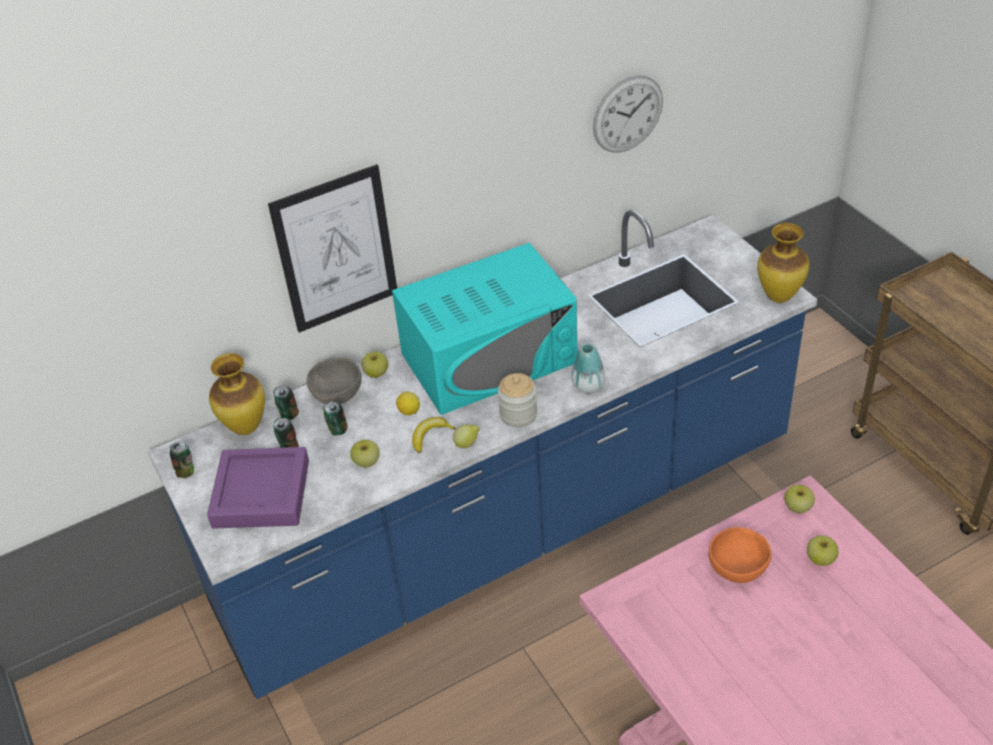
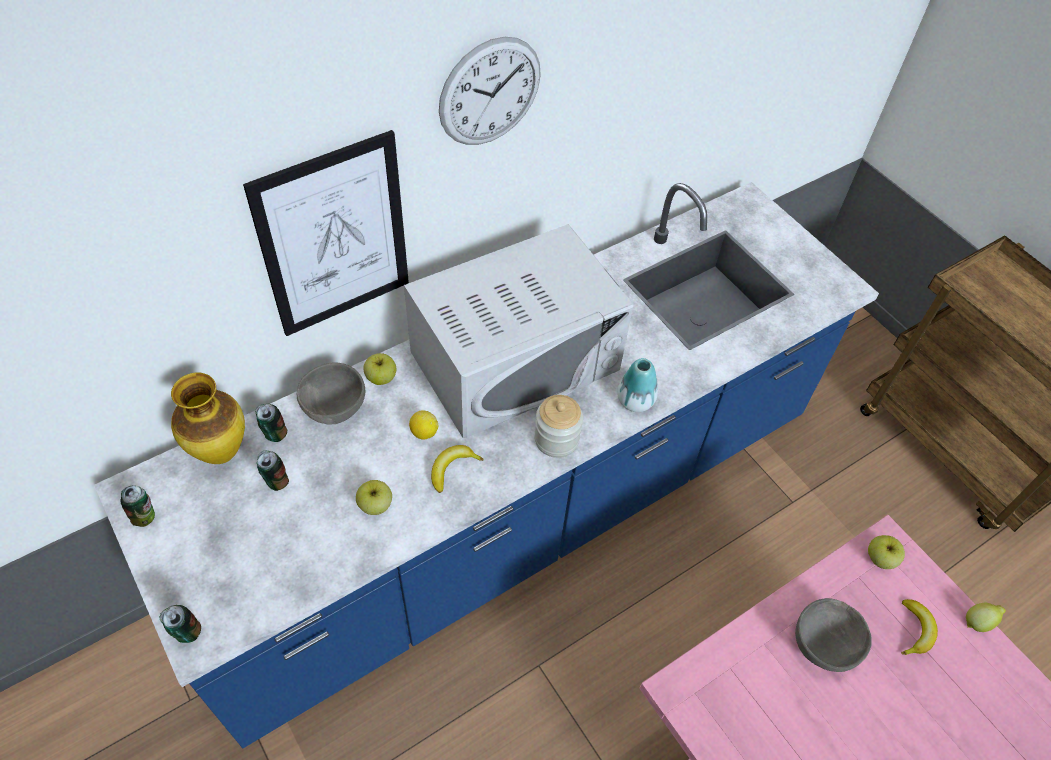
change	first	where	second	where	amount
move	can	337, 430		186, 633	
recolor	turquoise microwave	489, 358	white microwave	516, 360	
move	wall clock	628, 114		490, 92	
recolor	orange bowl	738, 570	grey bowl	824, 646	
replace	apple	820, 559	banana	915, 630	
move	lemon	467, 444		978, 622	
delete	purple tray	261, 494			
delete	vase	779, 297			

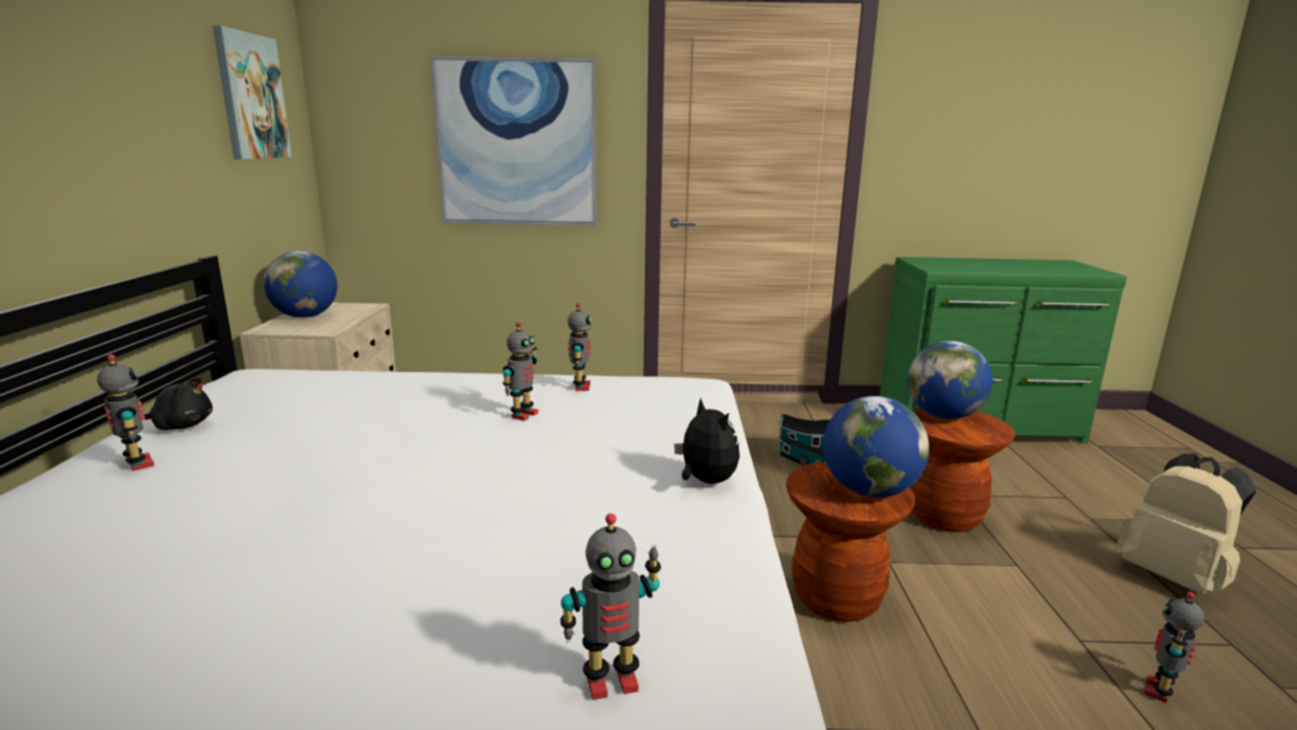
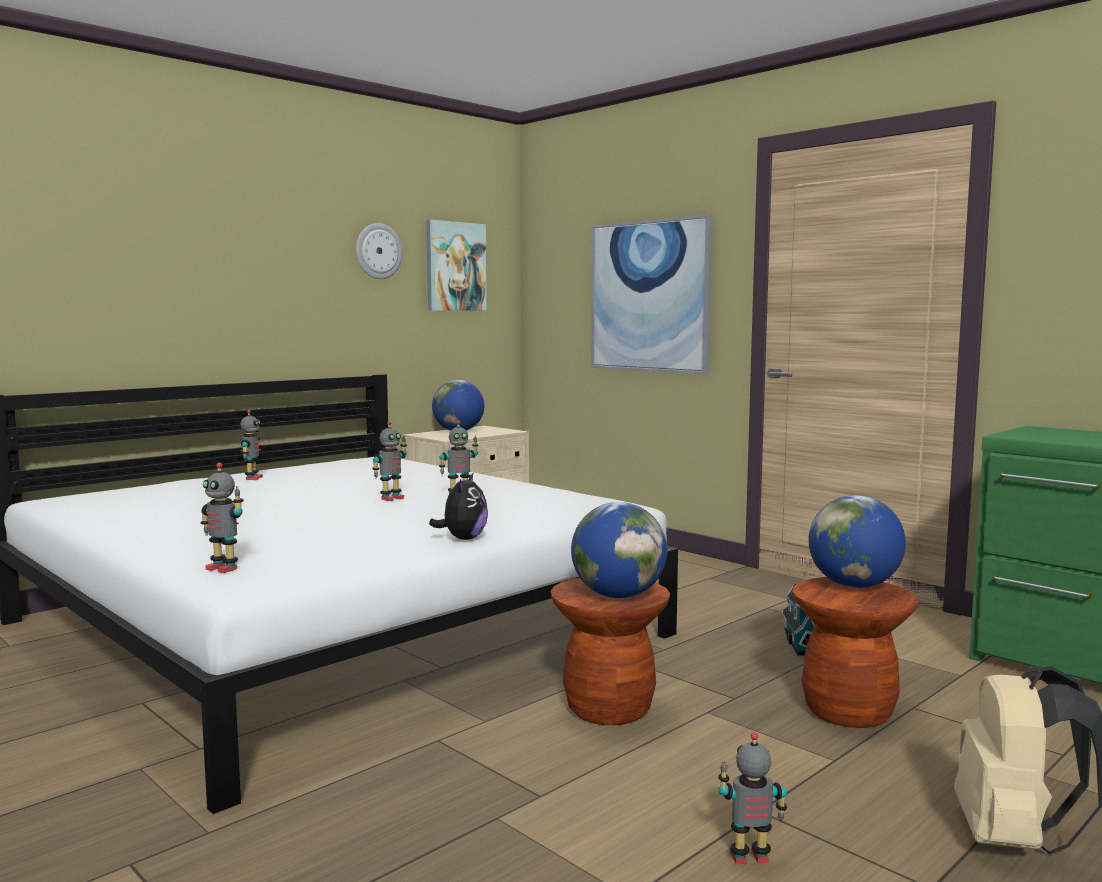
change	first	where	second	where	amount
insert			wall clock	378, 251	
move	toy robot	580, 387		391, 498	
delete	black plush toy	181, 426			

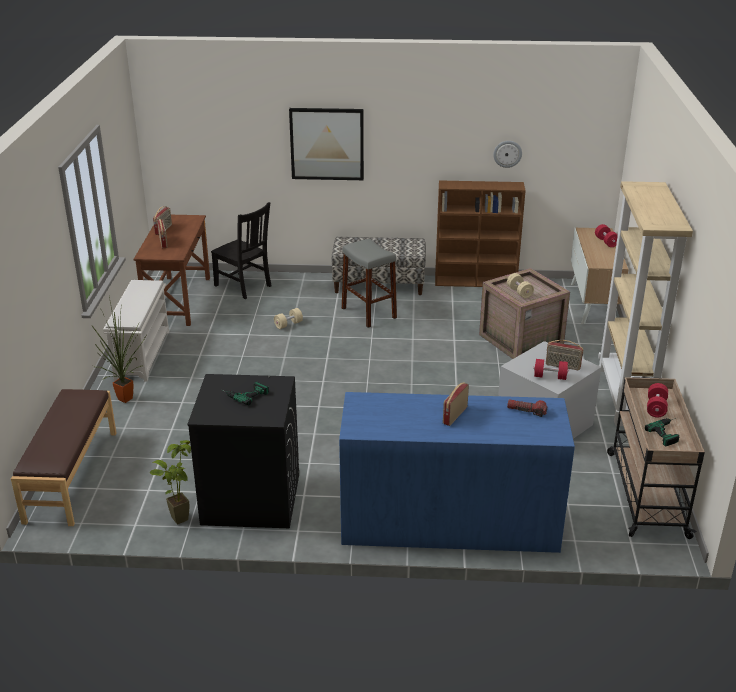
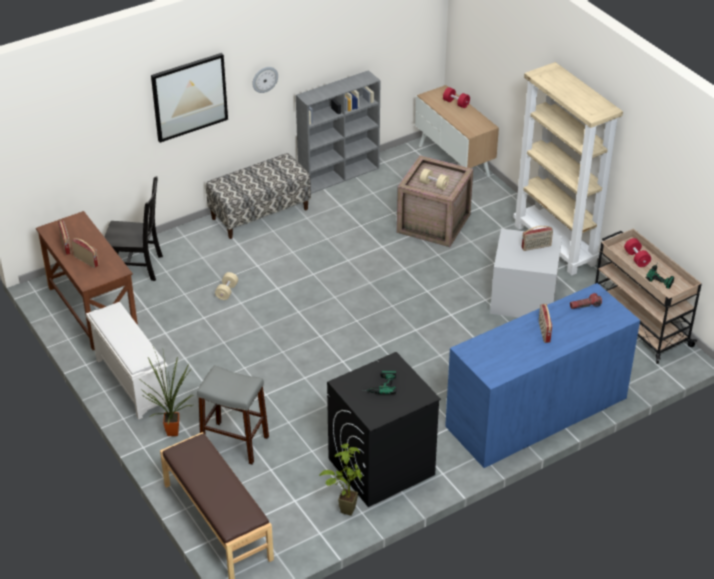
change	first	where	second	where	amount
move	grey stool	368, 313		234, 442	
move	wall clock	507, 153		264, 79	
recolor	brown bookcase	476, 281	grey bookcase	339, 175	
delete	red dumbbell	550, 376			

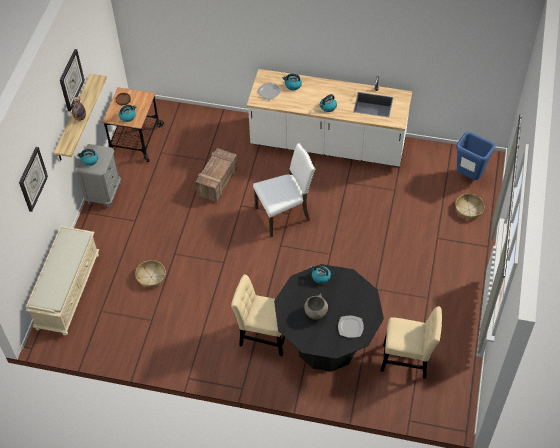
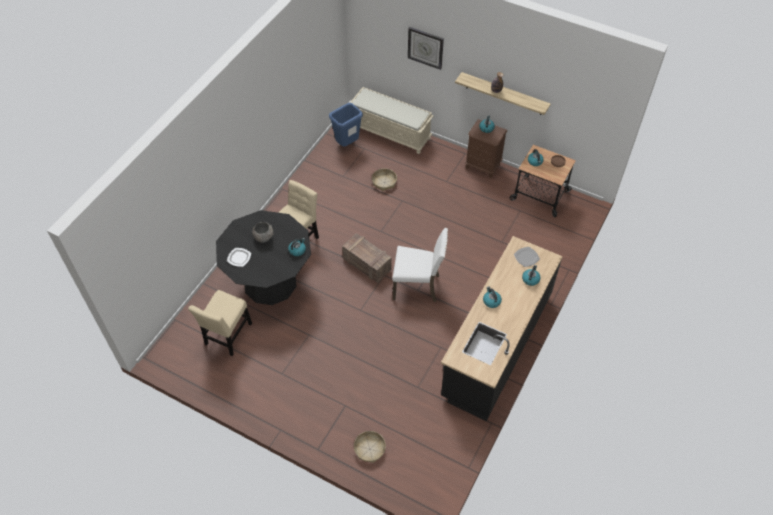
change	first	where	second	where	amount
move	blue trash can	468, 176		347, 144	
move	crate	217, 181		367, 264	
rotate	white chair	284, 214		417, 286	75 degrees counterclockwise
recolor	white counter	328, 144	black counter	496, 345	
recolor	grey nightstand	104, 193	brown nightstand	483, 166	
delete	wall clock	71, 80			

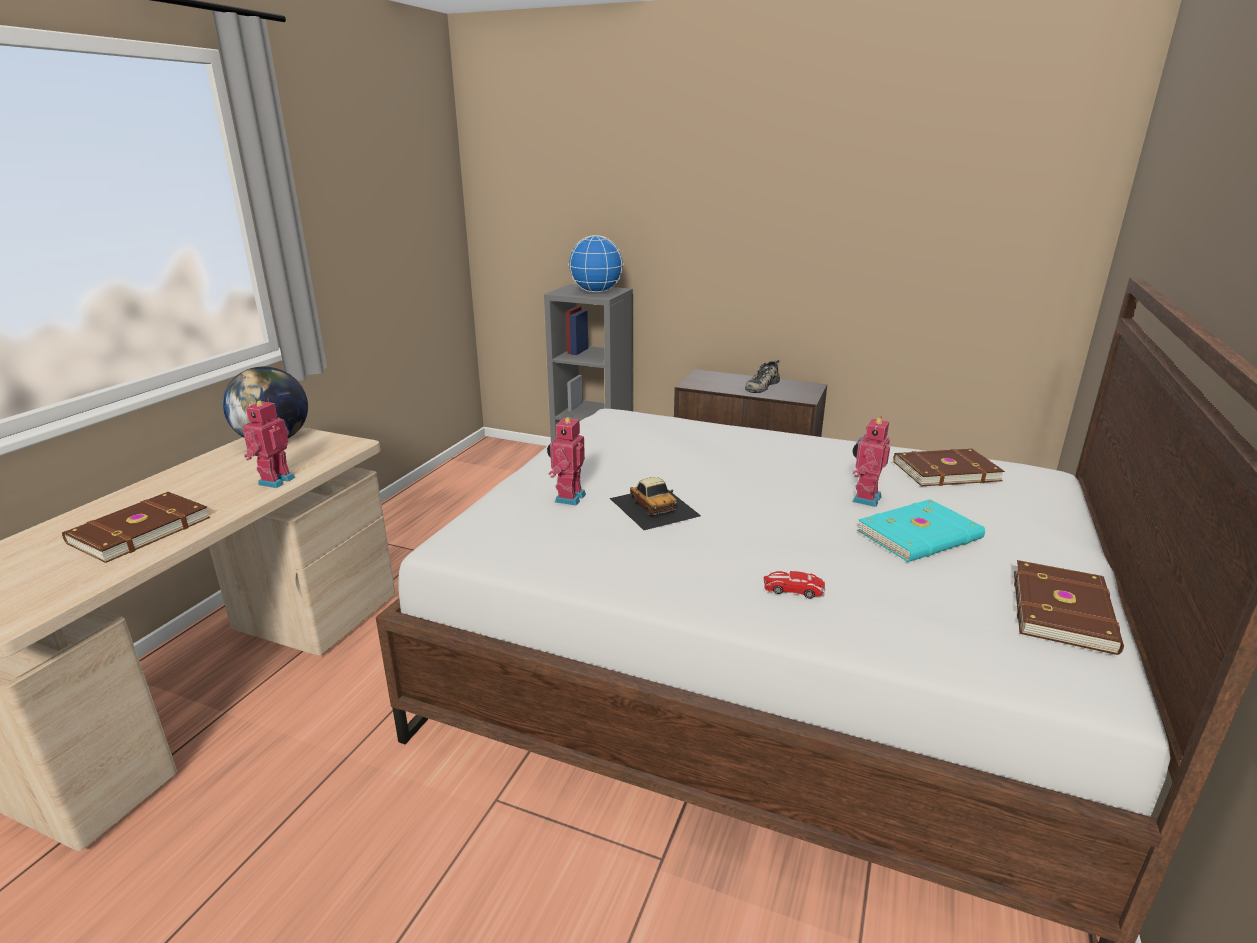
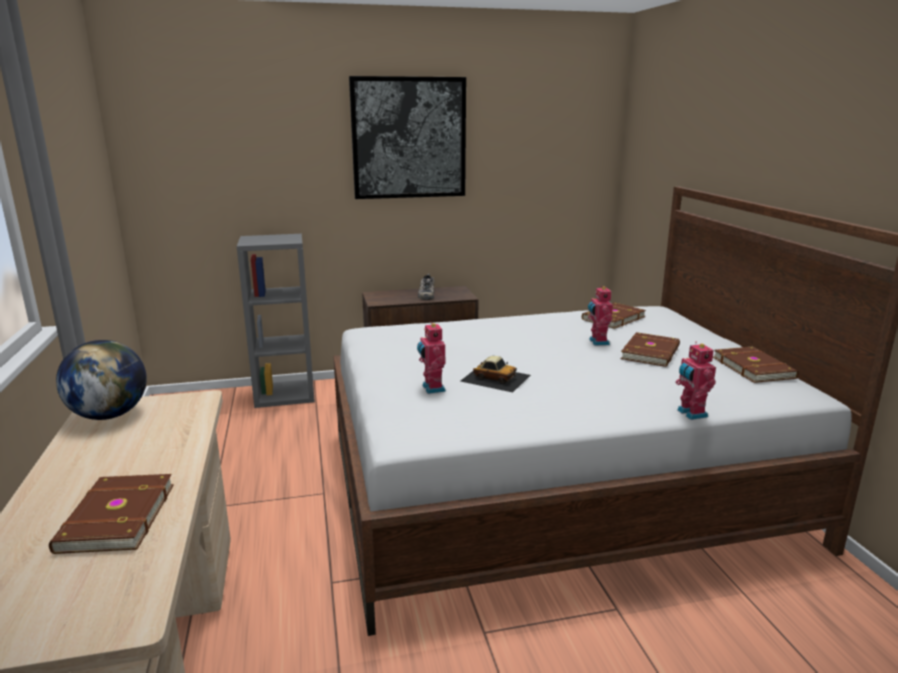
change	first	where	second	where	amount
insert			picture	409, 138	
recolor	turquoise book	921, 536	brown book	652, 353	
move	toy robot	274, 481		690, 413	
delete	globe	596, 292			
delete	toy car	793, 589			

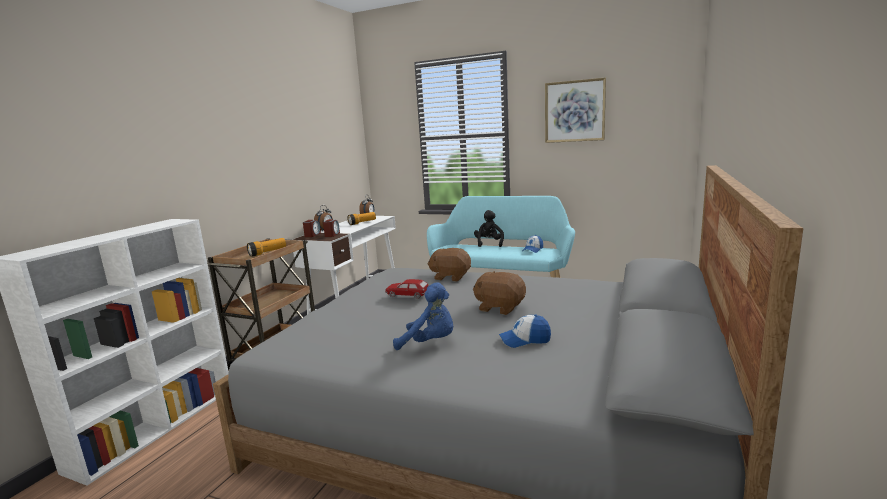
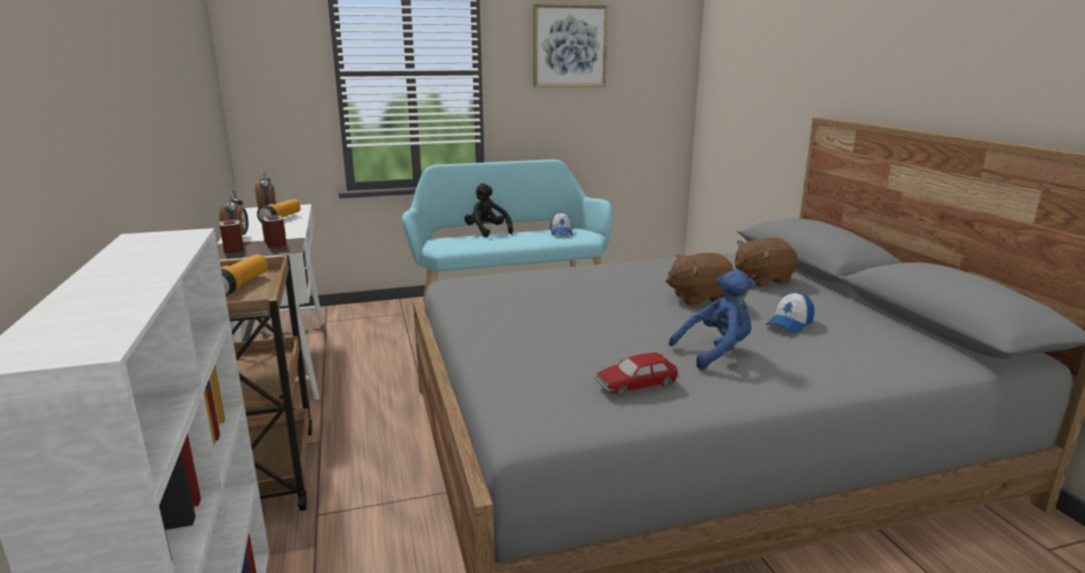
change	first	where	second	where	amount
move	toy car	407, 295		636, 385	
move	brown plush toy	450, 277		761, 280	

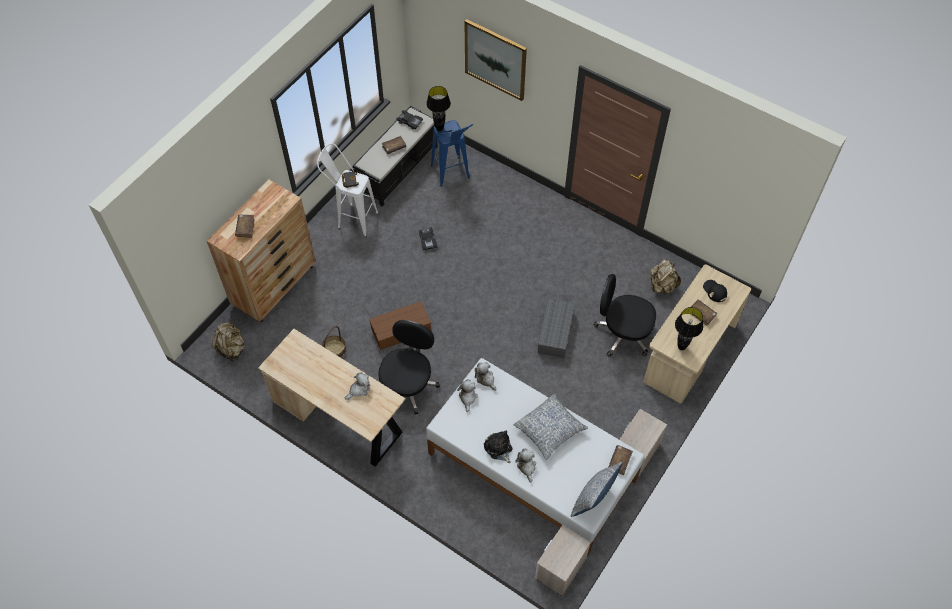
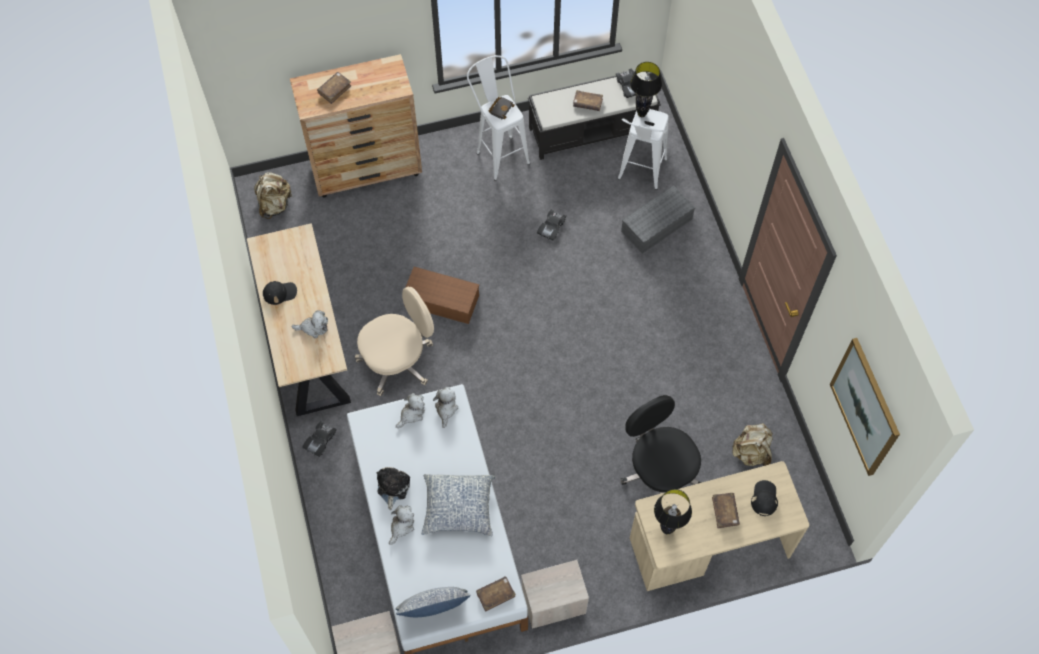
change	first	where	second	where	amount
insert			black cap	280, 293	
insert			black toy car	320, 441	
recolor	black office chair	408, 385	beige office chair	398, 360	
recolor	blue stool	452, 176	white stool	640, 176	
move	grey storage box	556, 333		656, 226	
move	picture	495, 59		865, 407	
delete	basket	334, 349			

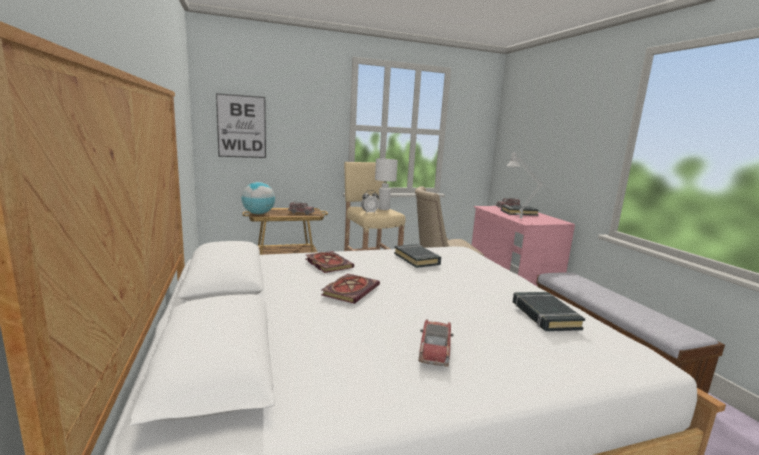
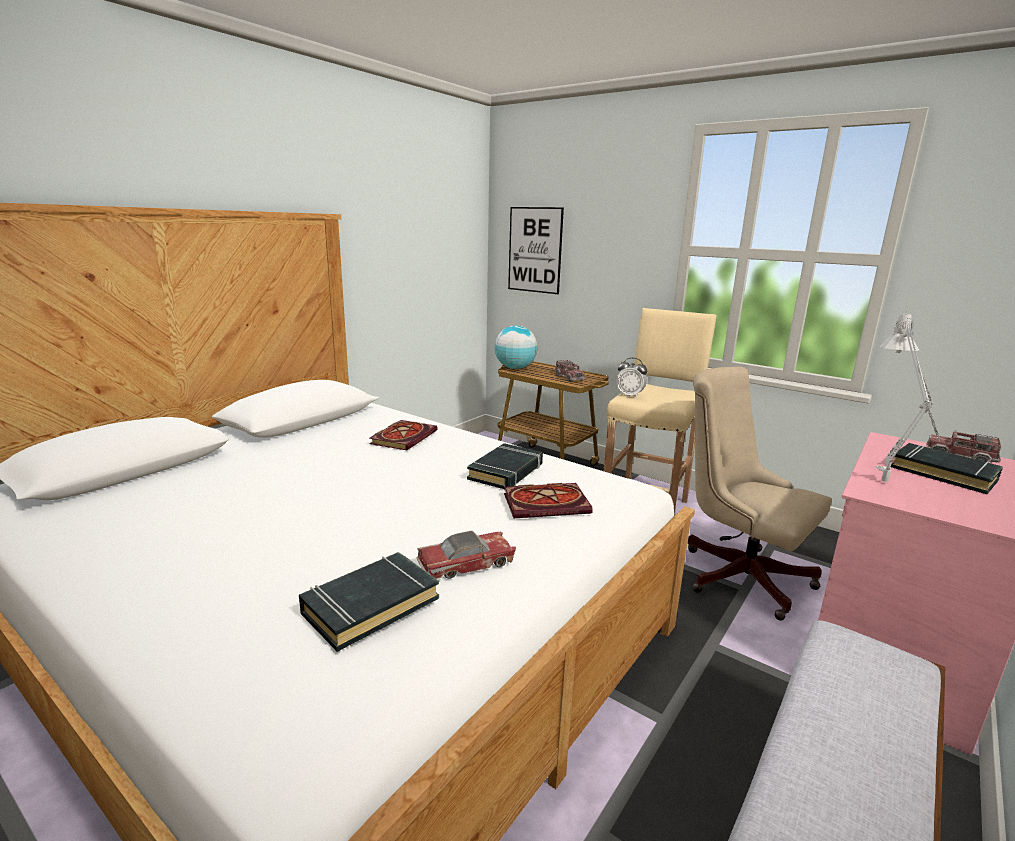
change	first	where	second	where	amount
move	toy car	435, 348		466, 564	
move	book	350, 290		548, 503	
delete	white table lamp	383, 209			

